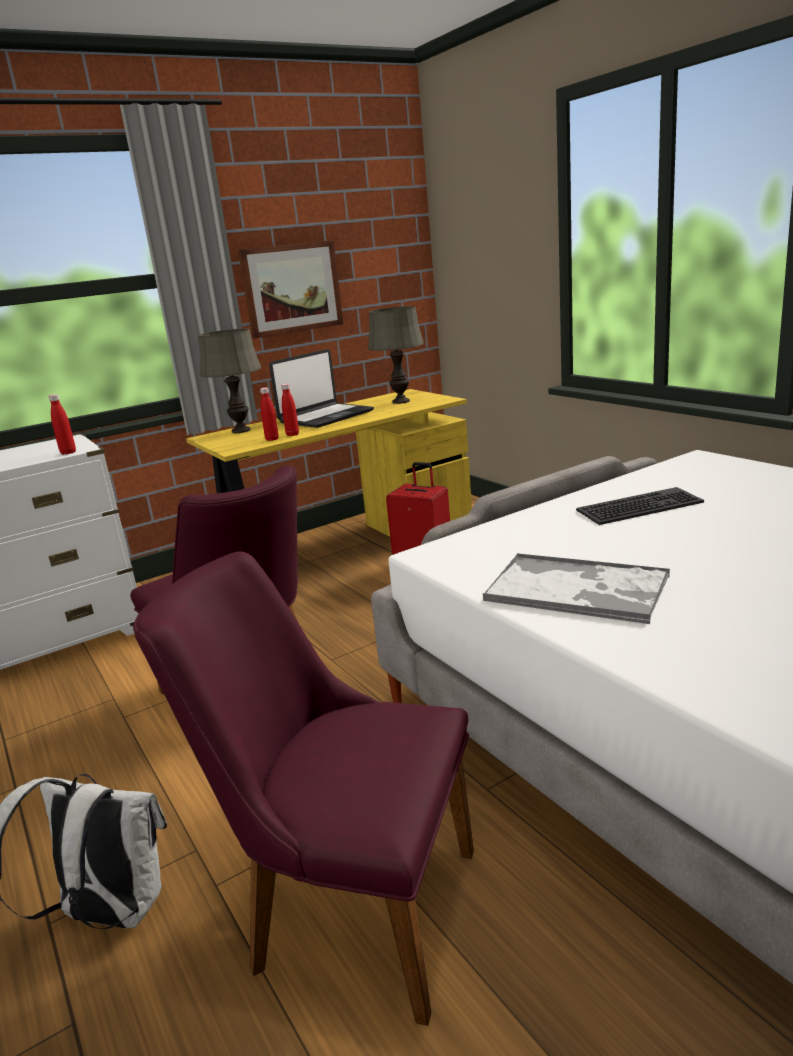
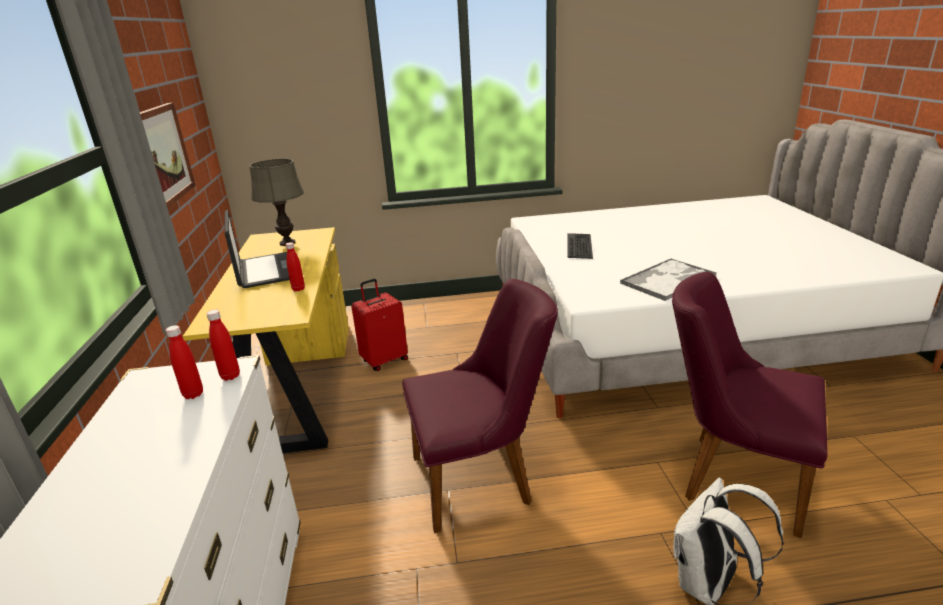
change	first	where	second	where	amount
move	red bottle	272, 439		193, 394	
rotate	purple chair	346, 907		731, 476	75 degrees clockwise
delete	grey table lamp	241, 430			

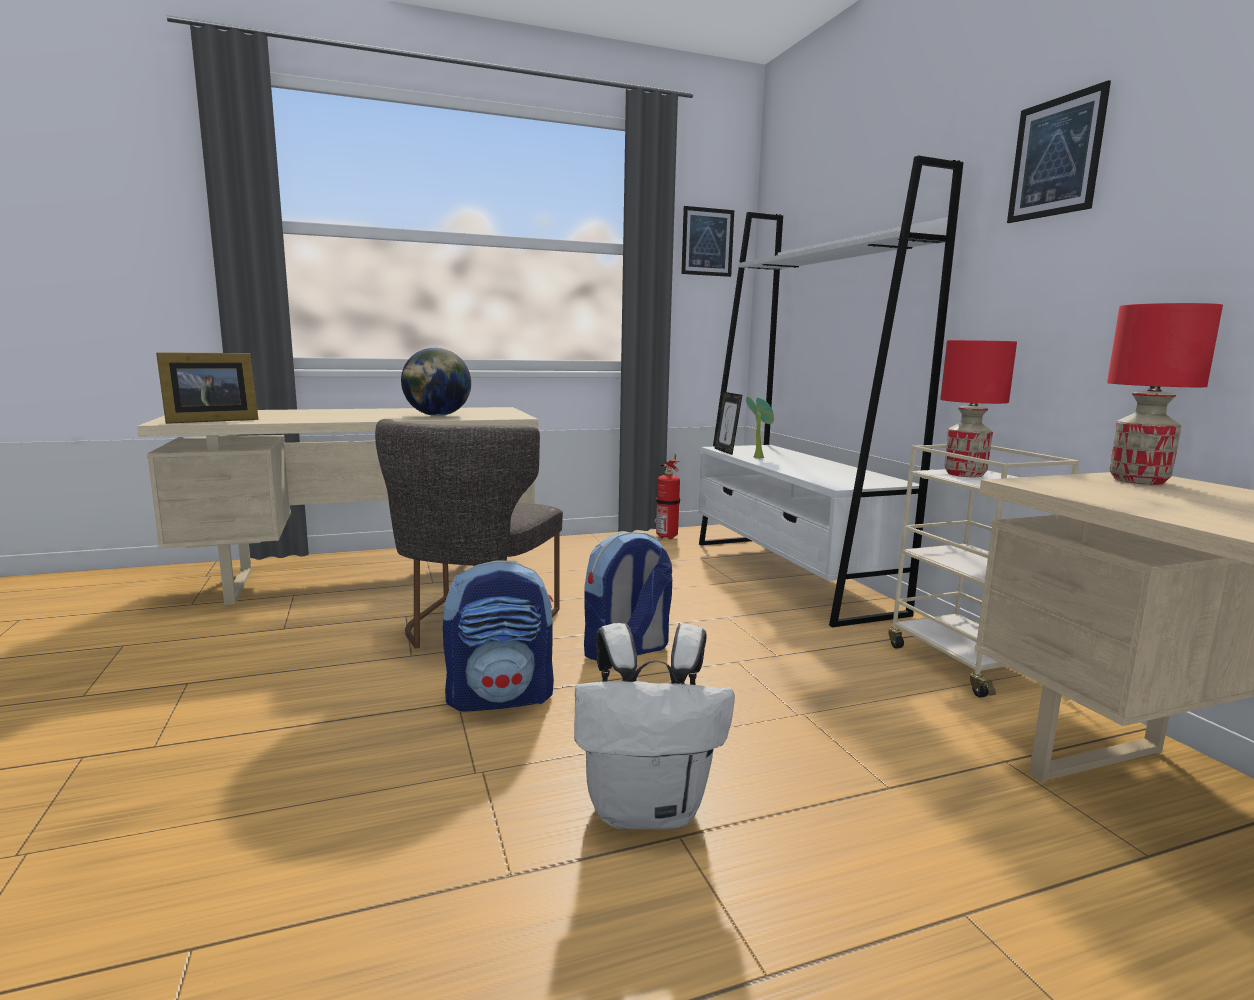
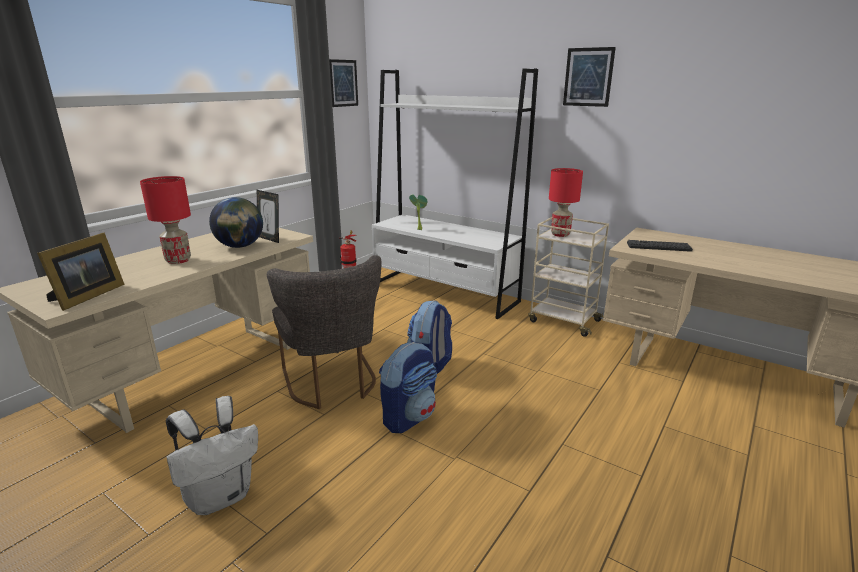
change	first	where	second	where	amount
move	red table lamp	1137, 480		177, 260	
move	white backpack	648, 808		221, 496	
move	picture frame	726, 451		270, 239	
insert			keyboard	658, 246	

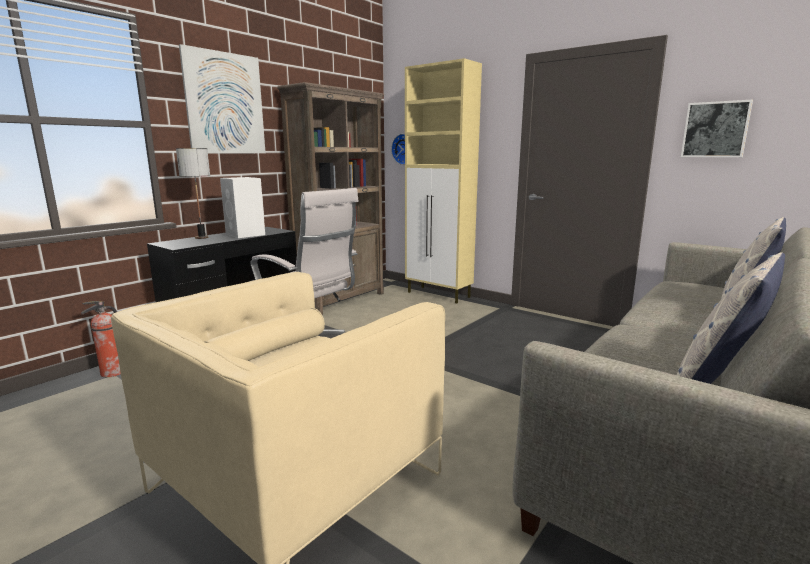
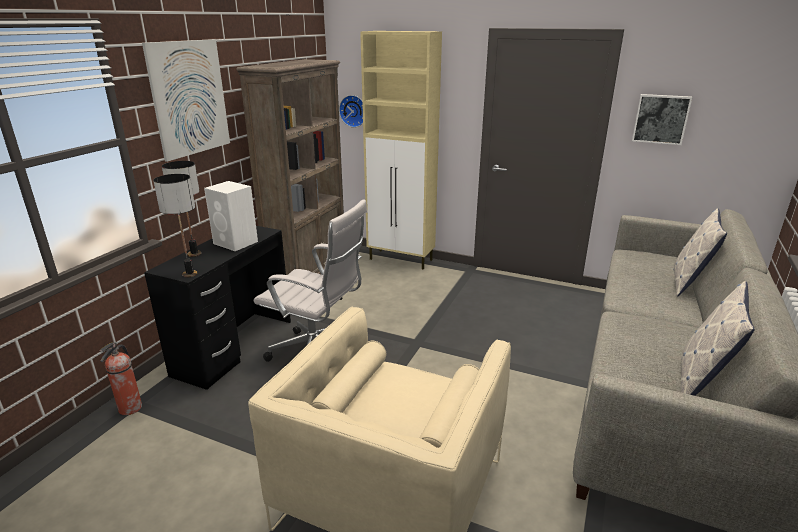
change	first	where	second	where	amount
insert			table lamp	189, 274	

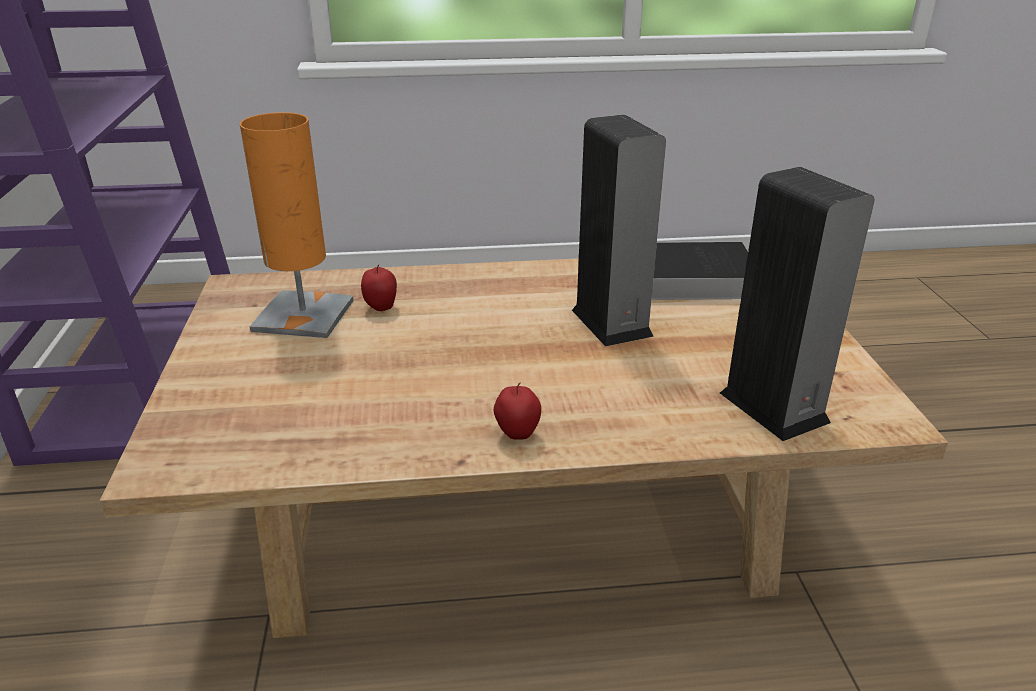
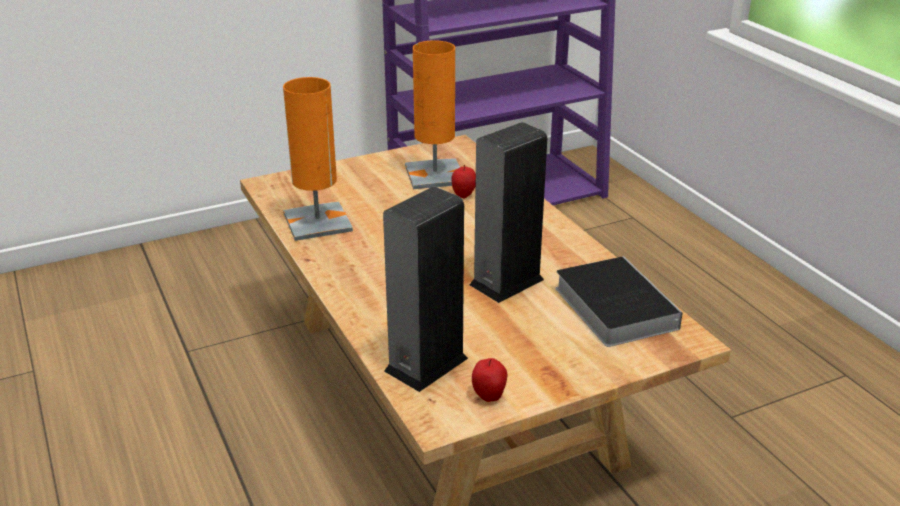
change	first	where	second	where	amount
insert			orange table lamp	317, 222	
move	apple	517, 434		489, 396	

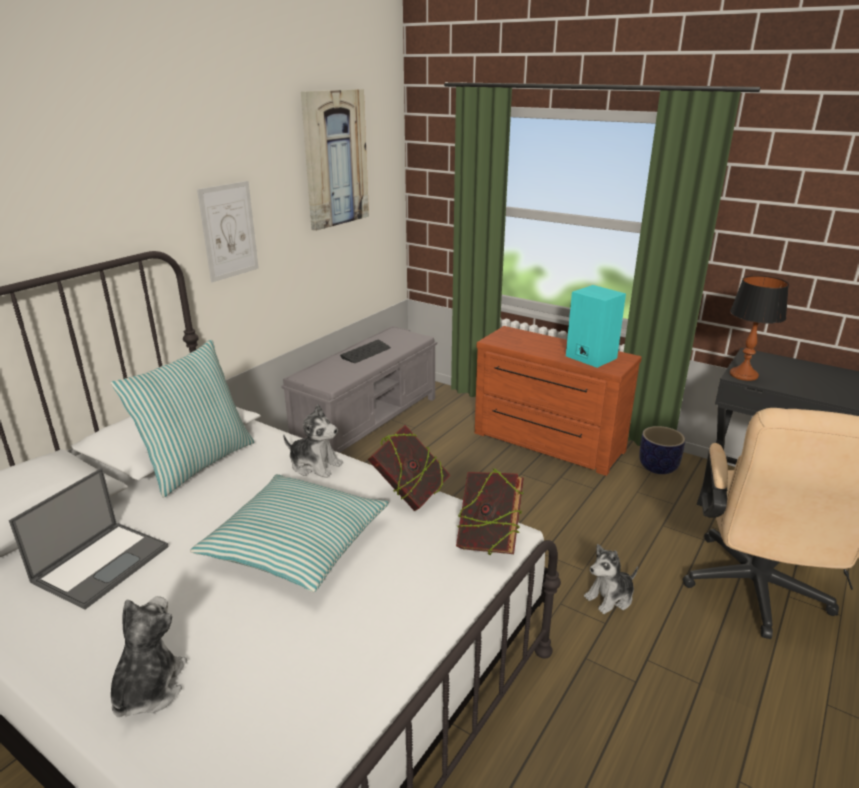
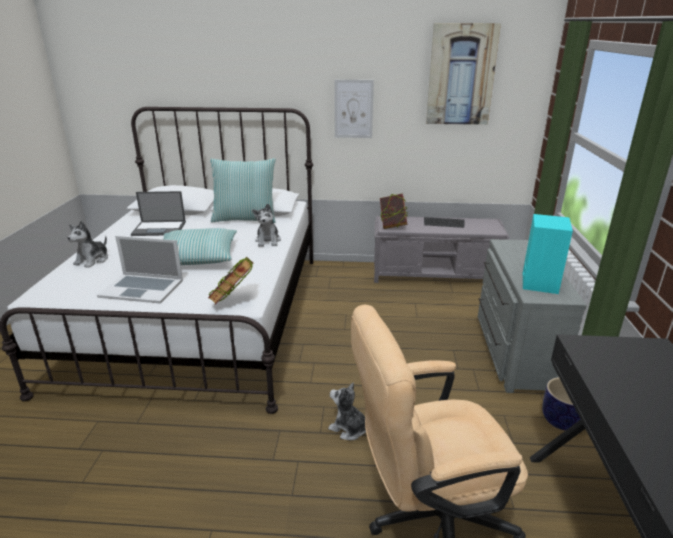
change	first	where	second	where	amount
rotate	plush toy	149, 688		93, 260	135 degrees clockwise
insert			laptop	142, 288	
move	book	409, 496		392, 226	
recolor	brown dresser	547, 443	grey dresser	512, 350	
delete	table lamp	743, 375			

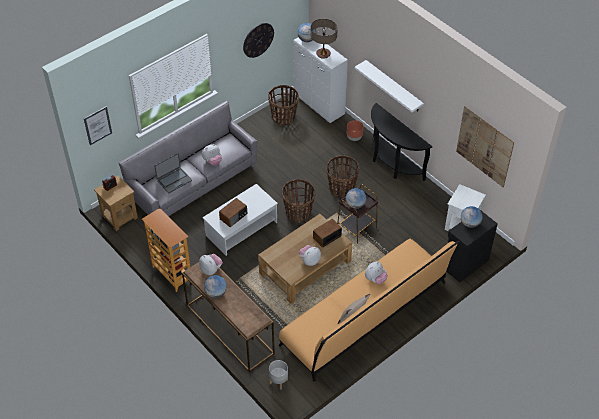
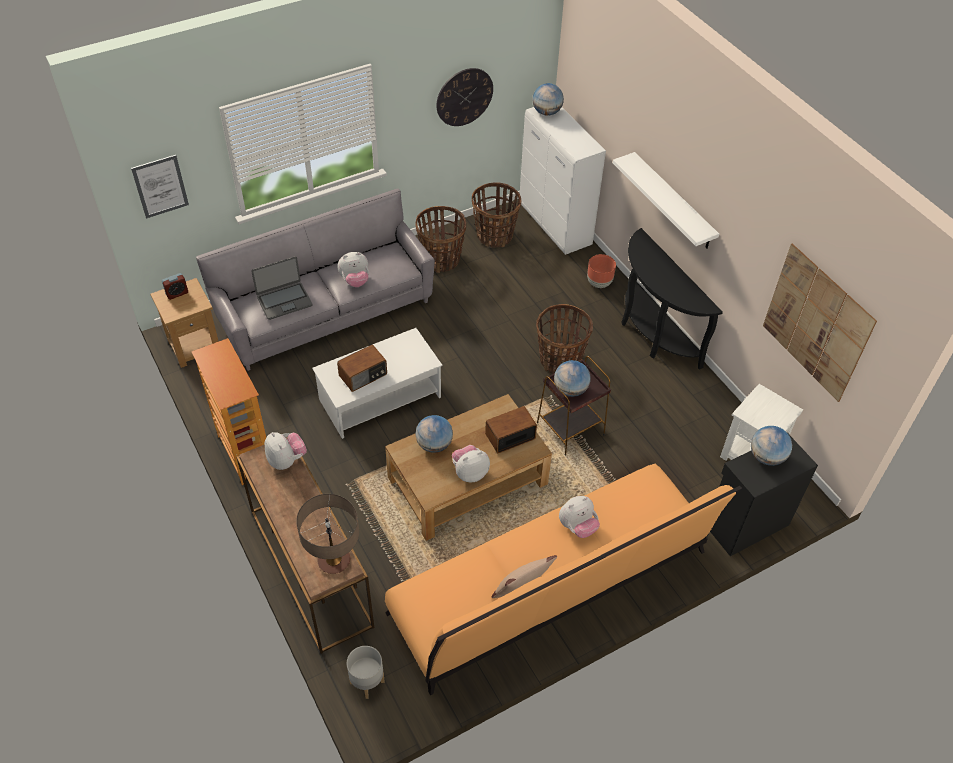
change	first	where	second	where	amount
move	table lamp	323, 54		334, 561	
move	basket	298, 213		441, 260	
move	globe	216, 293		434, 445	

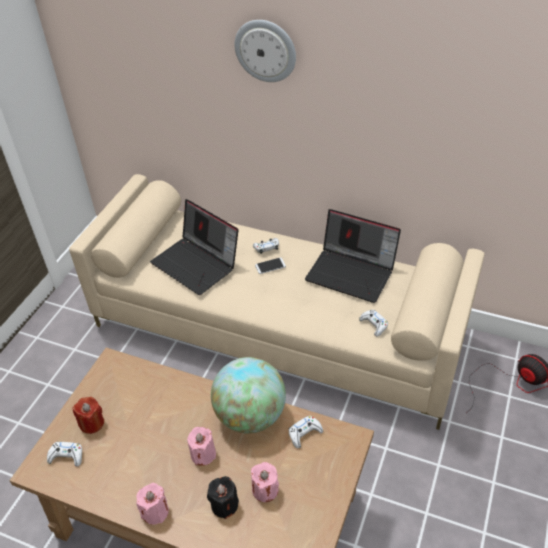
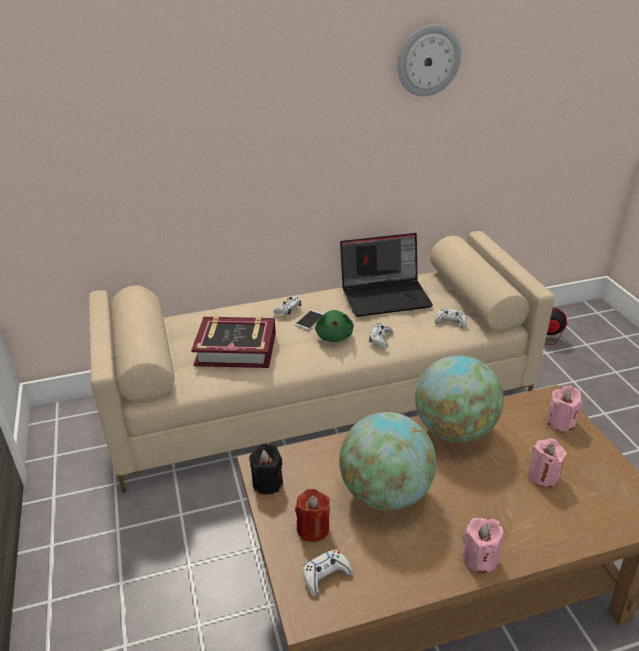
change	first	where	second	where	amount
replace	laptop	197, 264	book	236, 349	
move	black candle	224, 505		267, 483	
insert			green plush toy	334, 336	
insert			globe	385, 493	
move	white game controller	304, 433		380, 339	
move	wall clock	265, 50		428, 60	
move	pink candle	203, 454		560, 422	

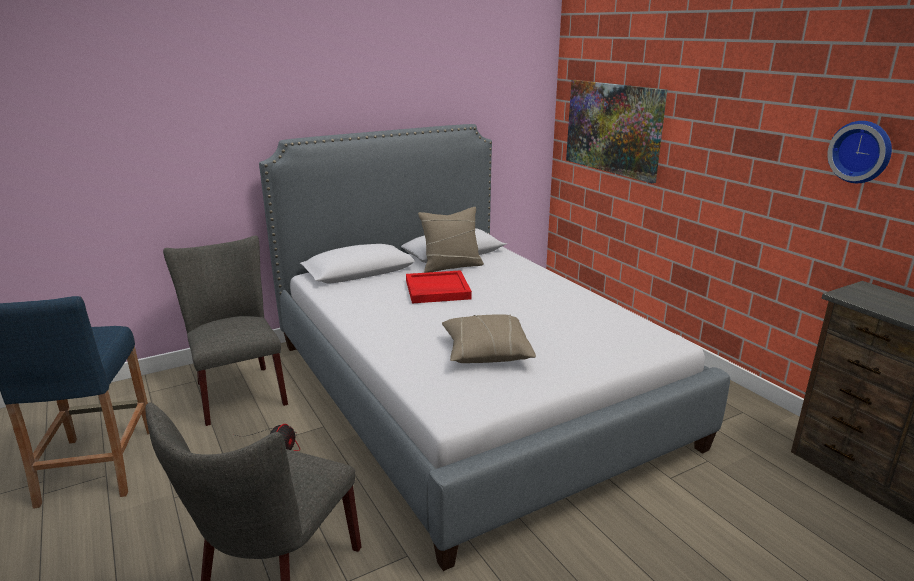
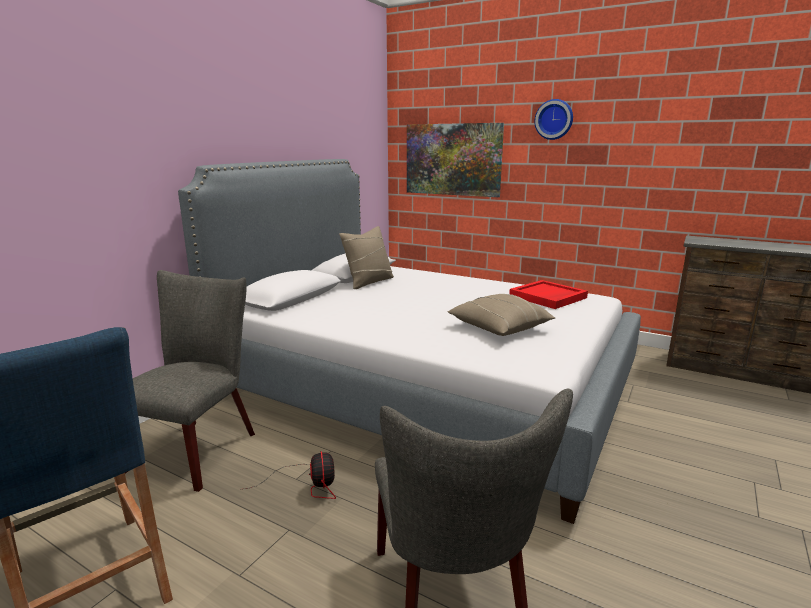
change	first	where	second	where	amount
rotate	grey chair	238, 390		199, 448	75 degrees clockwise
move	red tray	437, 290		548, 297	
move	wall clock	861, 151		554, 119	

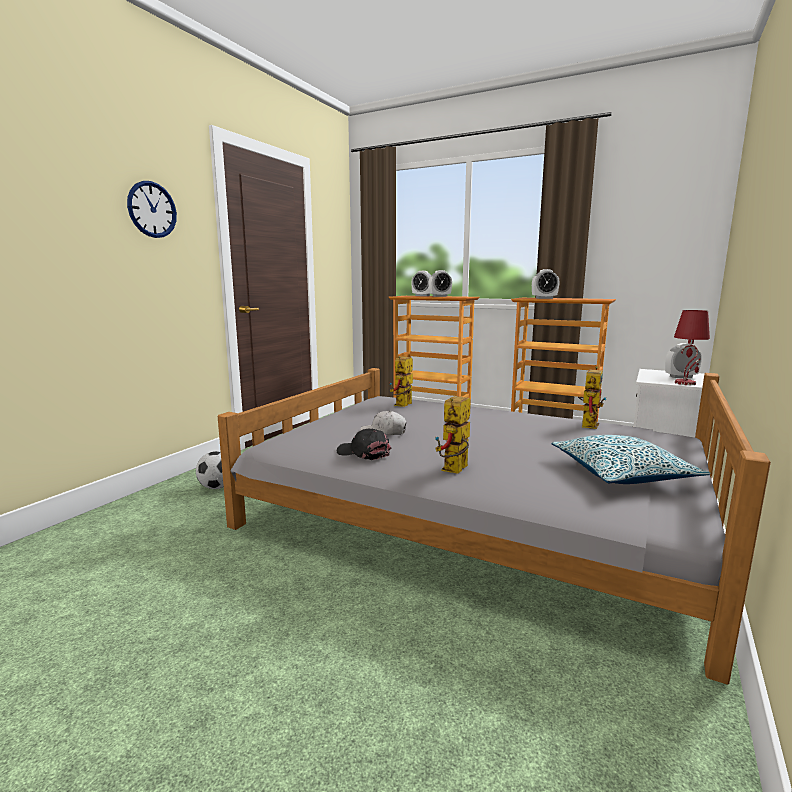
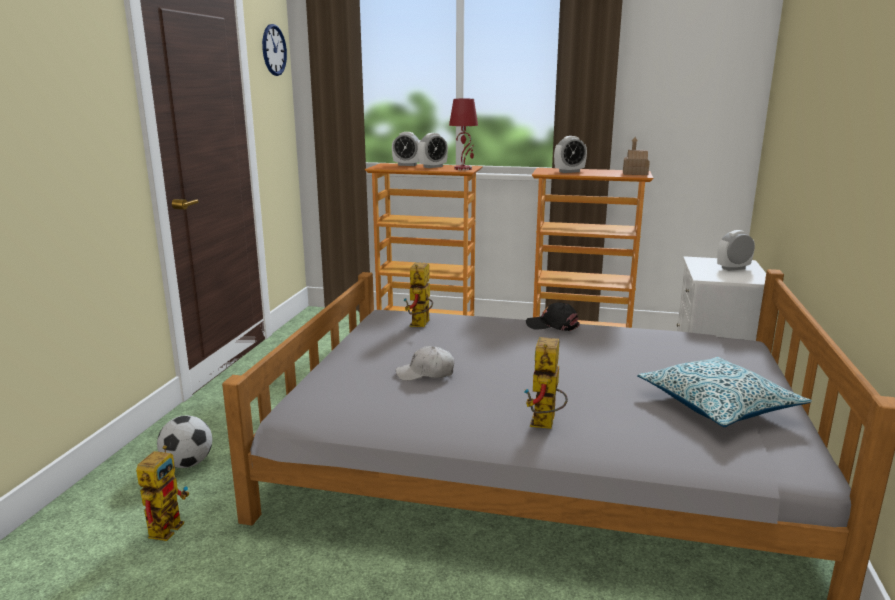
change	first	where	second	where	amount
move	toy robot	588, 423		168, 525	
move	wall clock	152, 209		274, 50	
move	red table lamp	685, 383		463, 169	
move	black cap	364, 453		552, 325	
insert			toy house	635, 173	

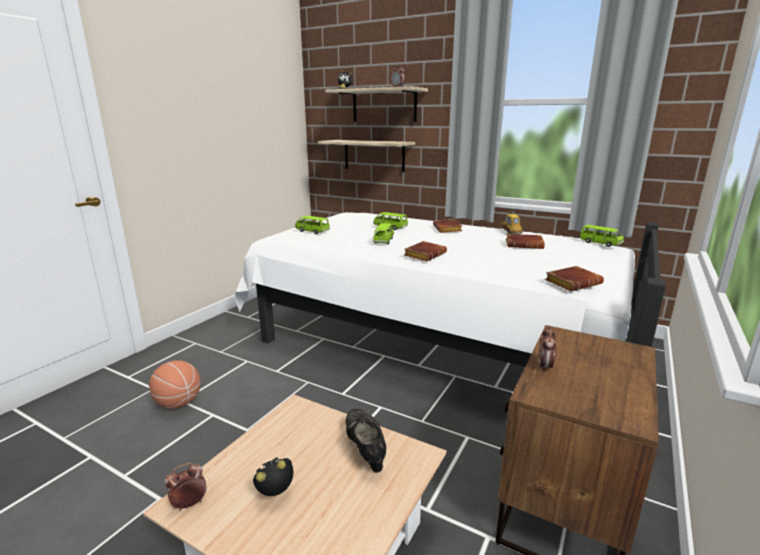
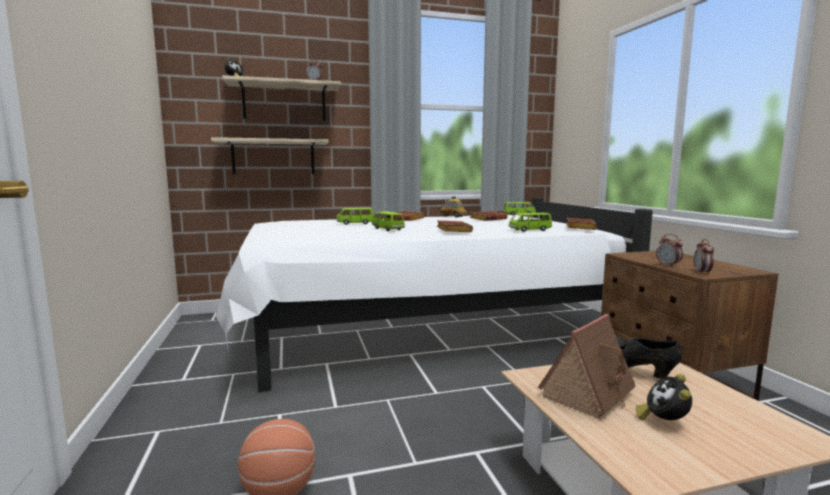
change	first	where	second	where	amount
move	green toy car	312, 231		530, 230	
insert			toy house	588, 393	
move	alarm clock	189, 504		702, 273	

